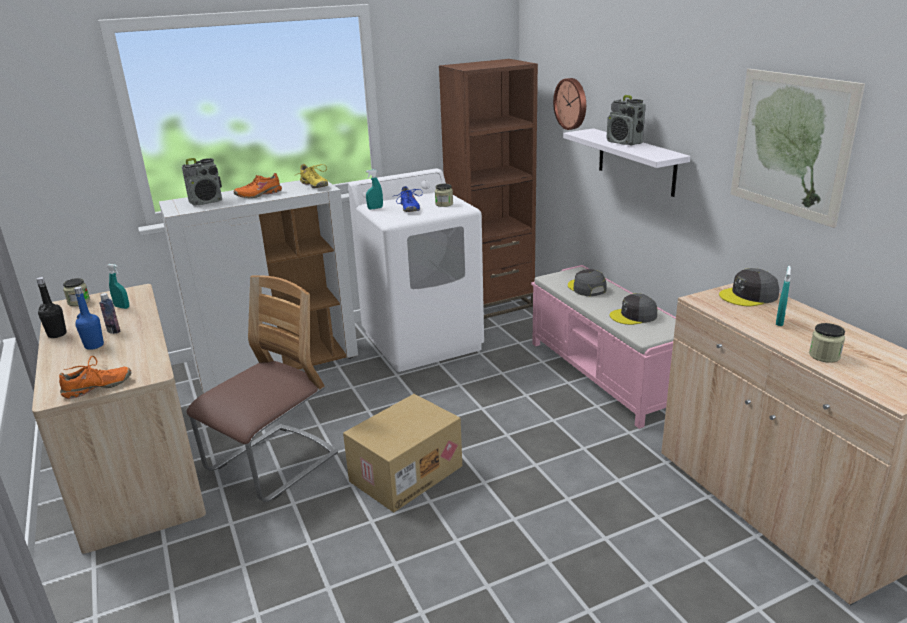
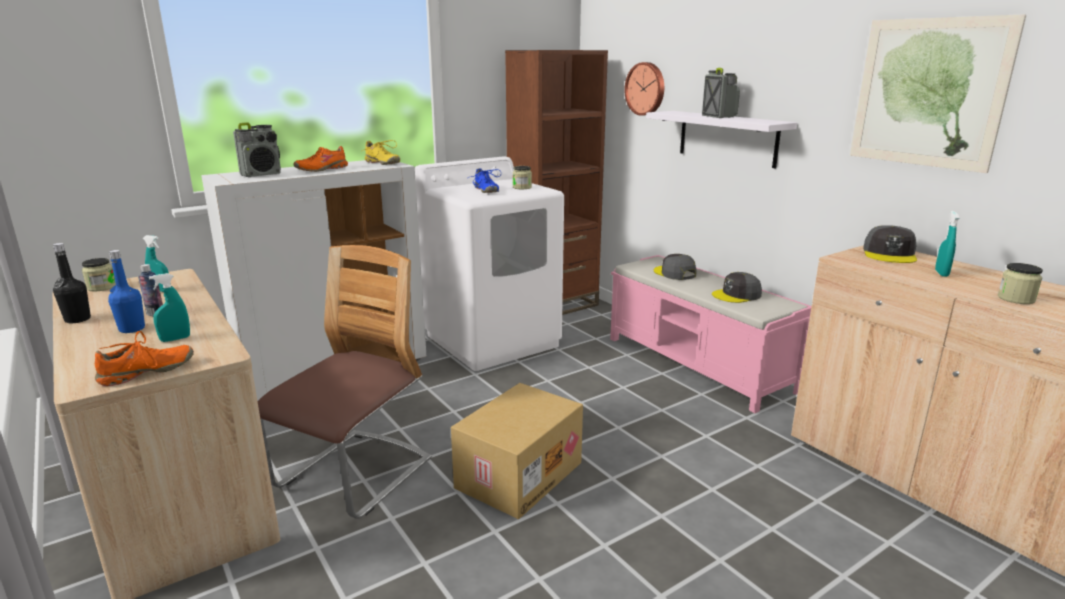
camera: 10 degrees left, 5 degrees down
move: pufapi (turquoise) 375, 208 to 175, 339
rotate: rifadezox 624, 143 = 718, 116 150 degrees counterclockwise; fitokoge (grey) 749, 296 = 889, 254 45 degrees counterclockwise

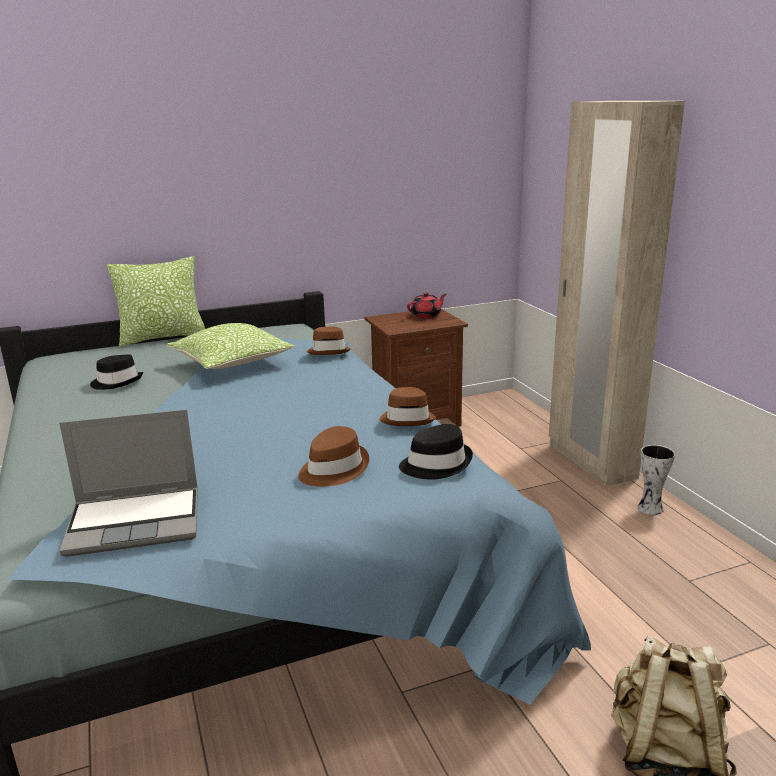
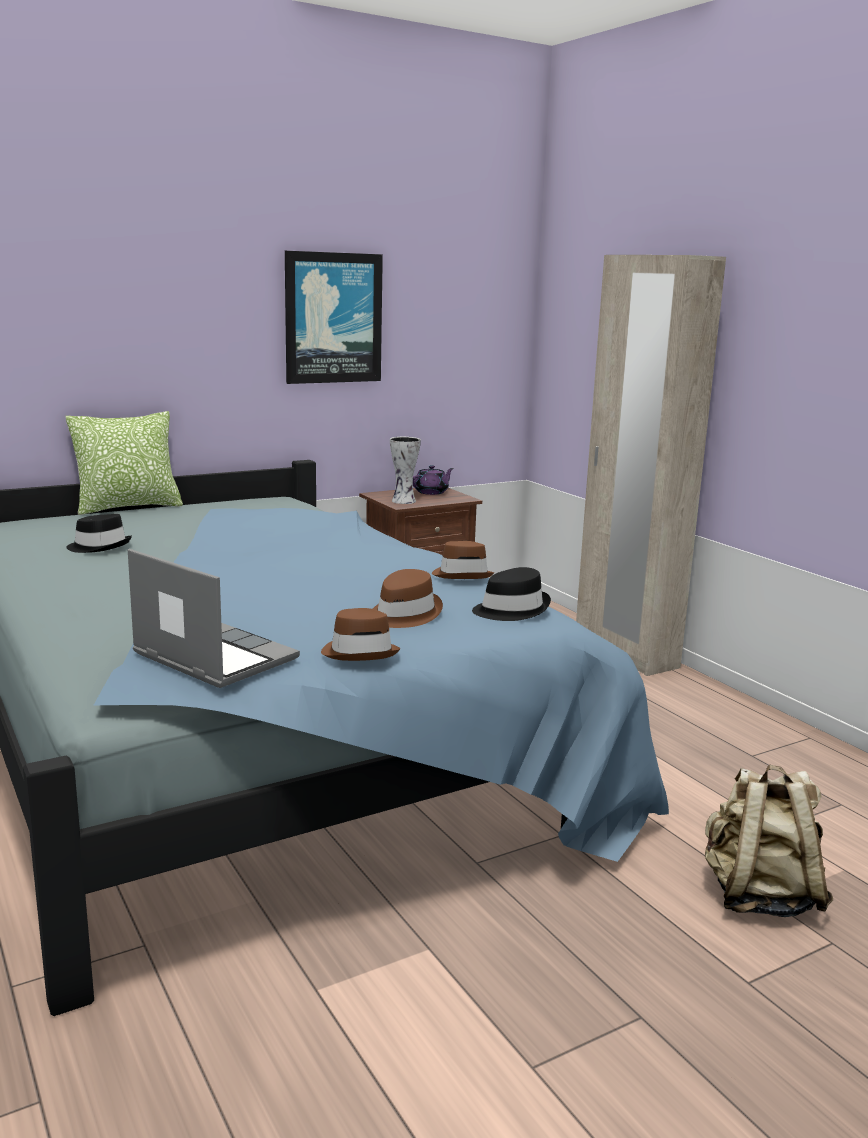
camera: 10 degrees left, 5 degrees down
delete: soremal 232, 362
insert: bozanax 333, 318
move: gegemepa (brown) 329, 351 to 360, 652; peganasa 651, 509 to 404, 501
recolor: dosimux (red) 426, 315 to dosimux (purple) 431, 492
rotate: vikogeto 137, 522 = 212, 657 120 degrees counterclockwise

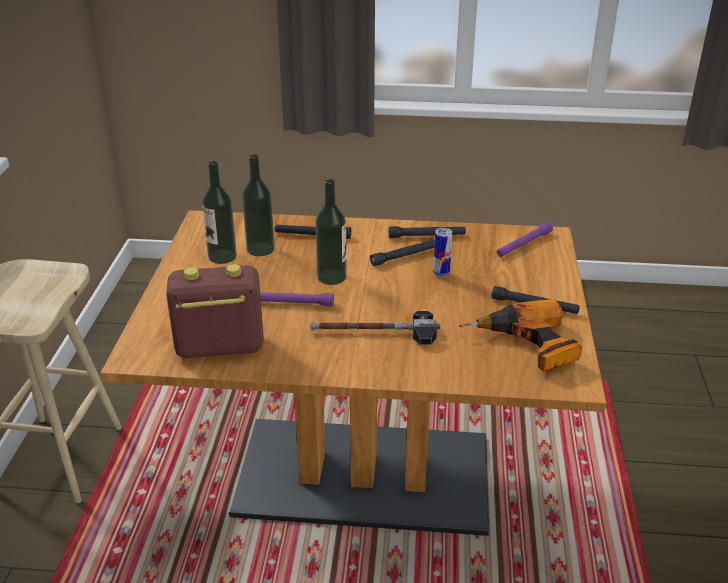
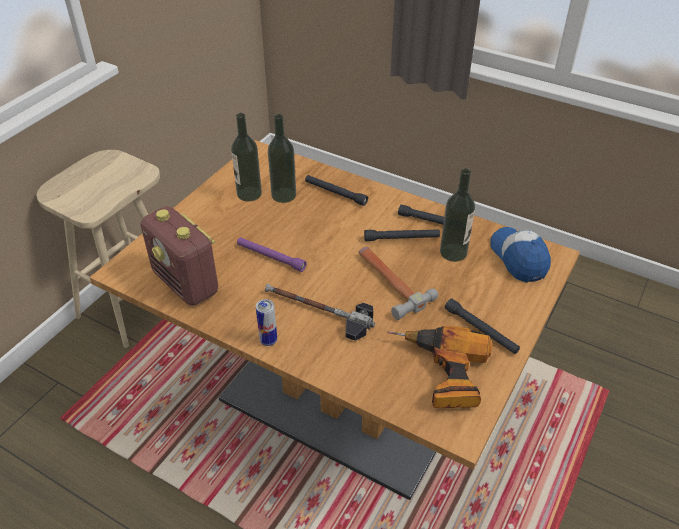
camera: 25 degrees right, 10 degrees up
insert: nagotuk 389, 282
move: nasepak 331, 277 to 453, 252; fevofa 441, 273 to 268, 340
replace: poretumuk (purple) 523, 244 to fitokoge 518, 258
rotate: rifadezox 219, 348 = 186, 283 150 degrees counterclockwise

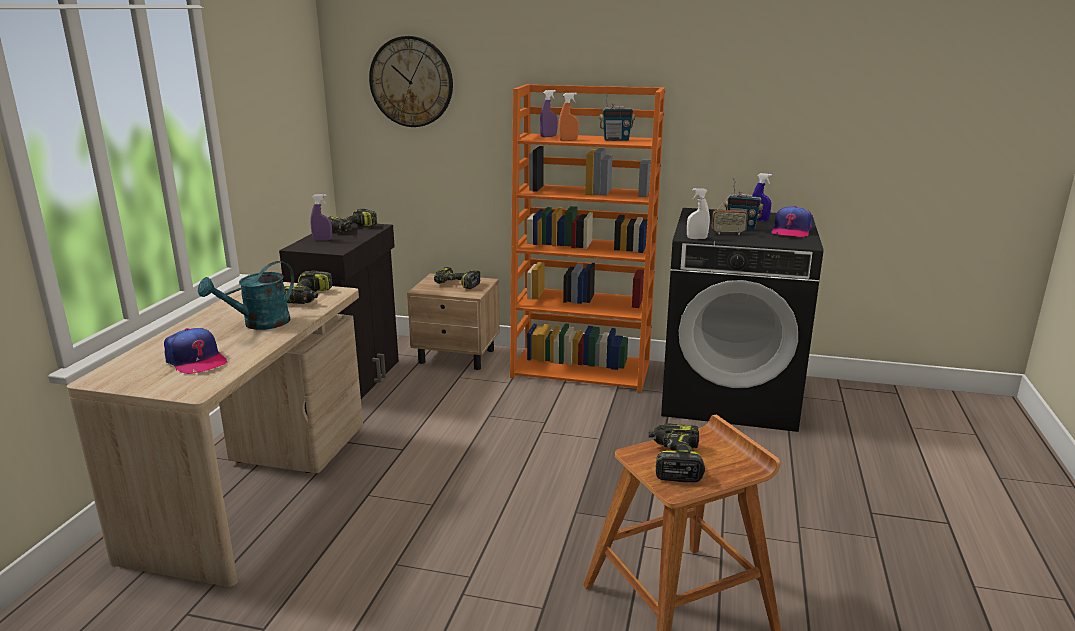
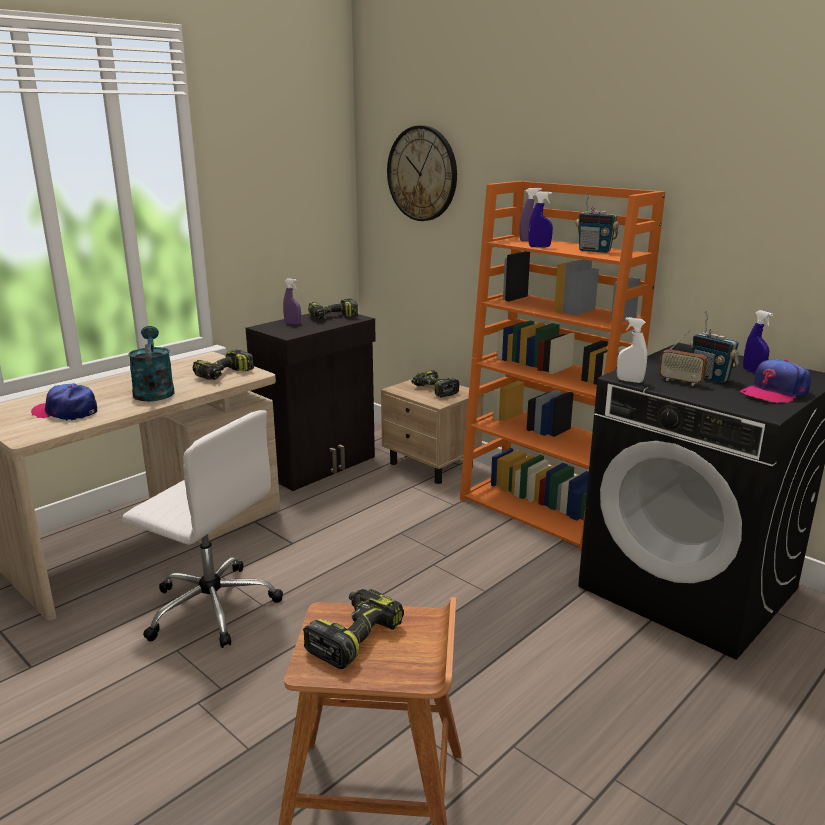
camera: 30 degrees right, 0 degrees up
insert: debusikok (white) 211, 606
recolor: pufapi (orange) 568, 140 to pufapi (blue) 539, 247
rotate: fitokoge 196, 360 = 66, 411 120 degrees clockwise; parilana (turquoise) 259, 324 = 153, 391 90 degrees clockwise

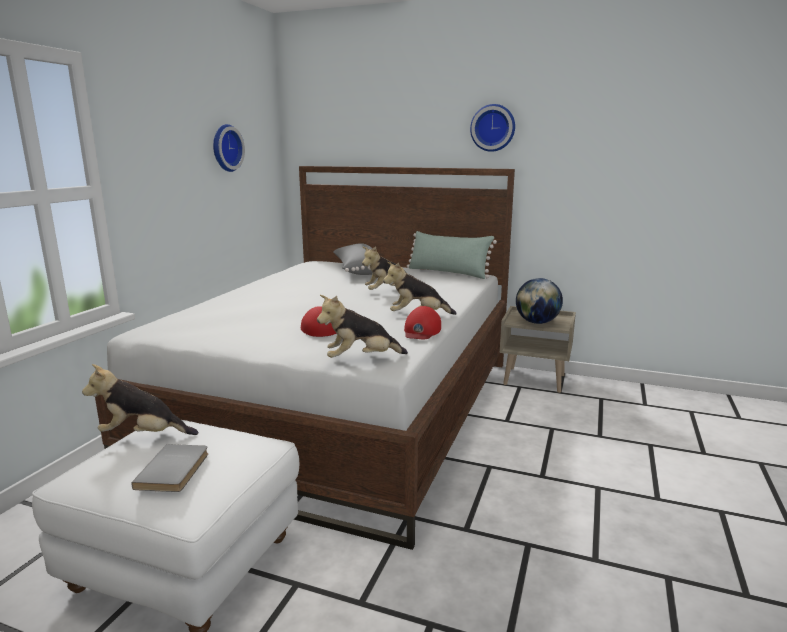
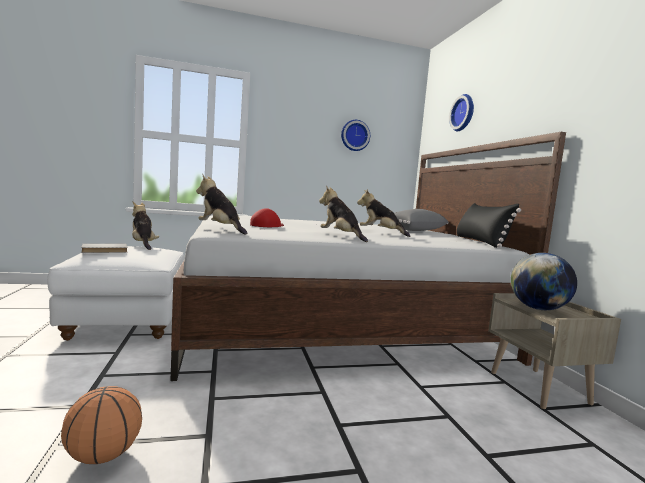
camera: 55 degrees right, 10 degrees down
delete: fitokoge (red) 421, 331
insert: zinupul 103, 455
move: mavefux 493, 128 to 464, 113
recolor: soremal (green) 448, 272 to soremal (black) 480, 242

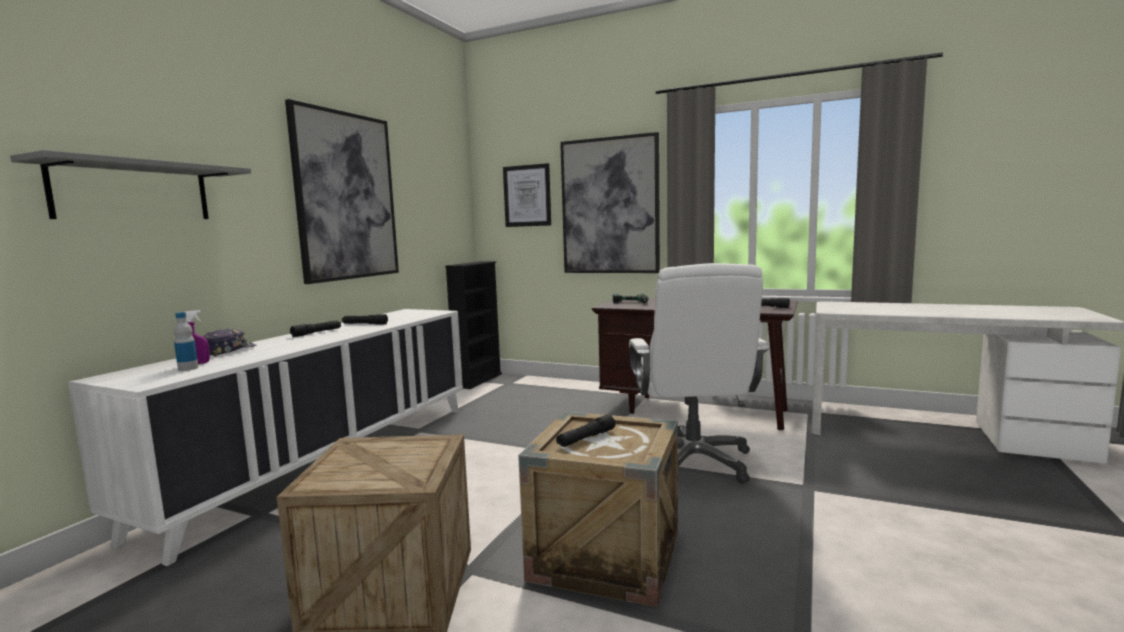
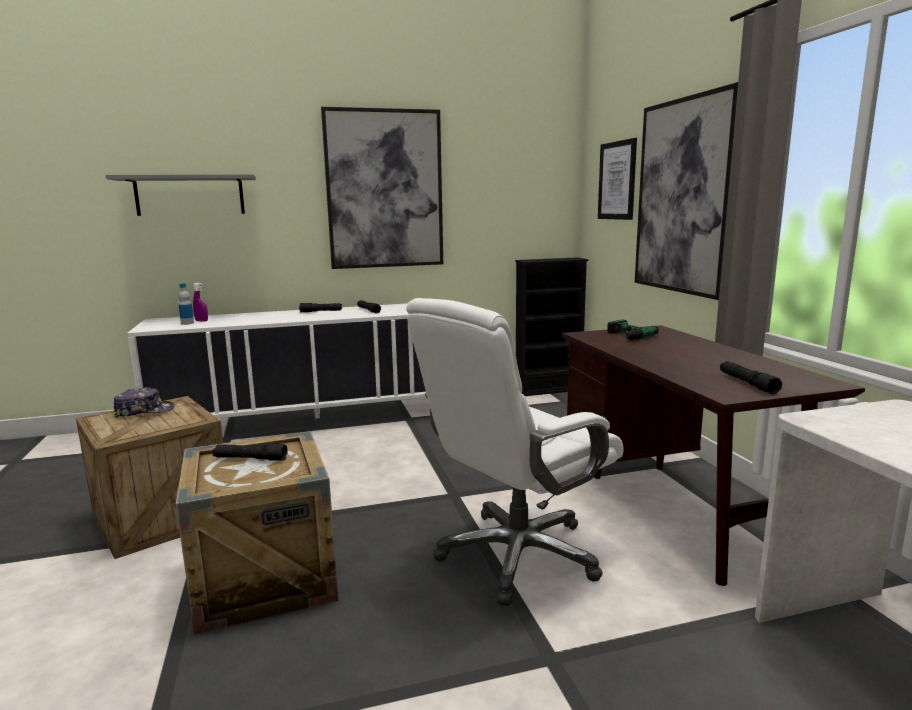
camera: 50 degrees right, 5 degrees up
move: fitokoge 228, 351 to 144, 411

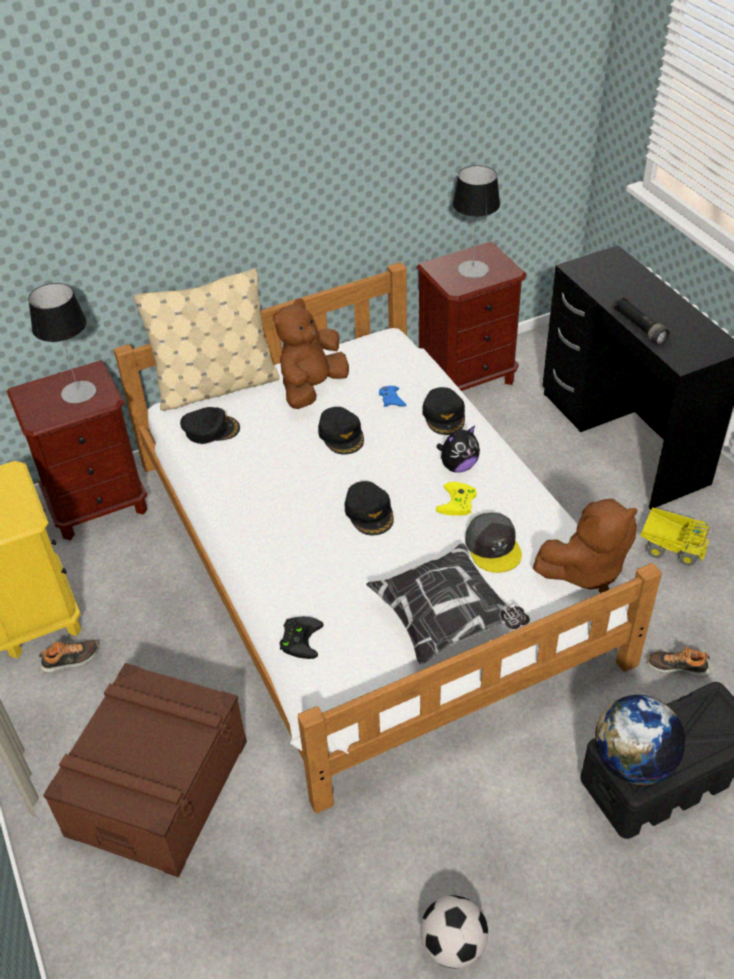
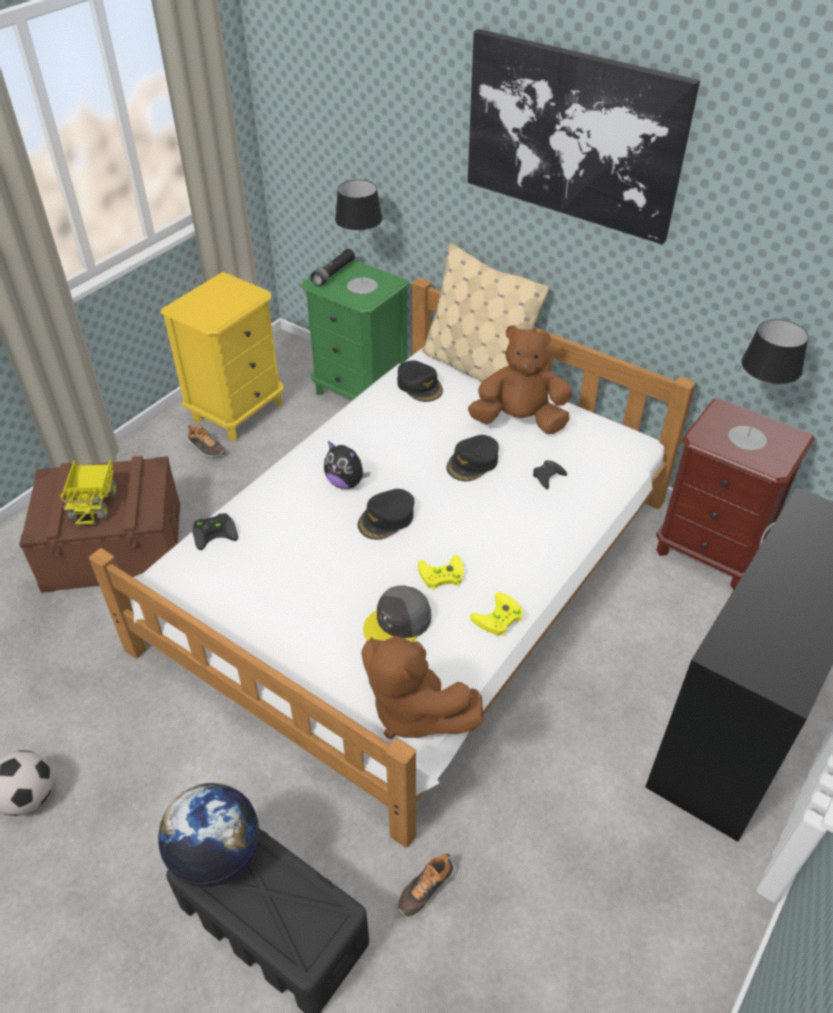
camera: 60 degrees right, 0 degrees up
delete: soremal 446, 620; fitokoge (black) 444, 415
insert: bozanax 573, 135; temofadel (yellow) 498, 619
move: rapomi 458, 466 to 346, 482; poretumuk (black) 640, 328 to 334, 274; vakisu 670, 547 to 94, 502
recolor: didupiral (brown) 98, 506 to didupiral (green) 360, 392; temofadel (blue) 391, 399 to temofadel (black) 548, 476
rotate: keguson 677, 666 = 425, 888 120 degrees counterclockwise

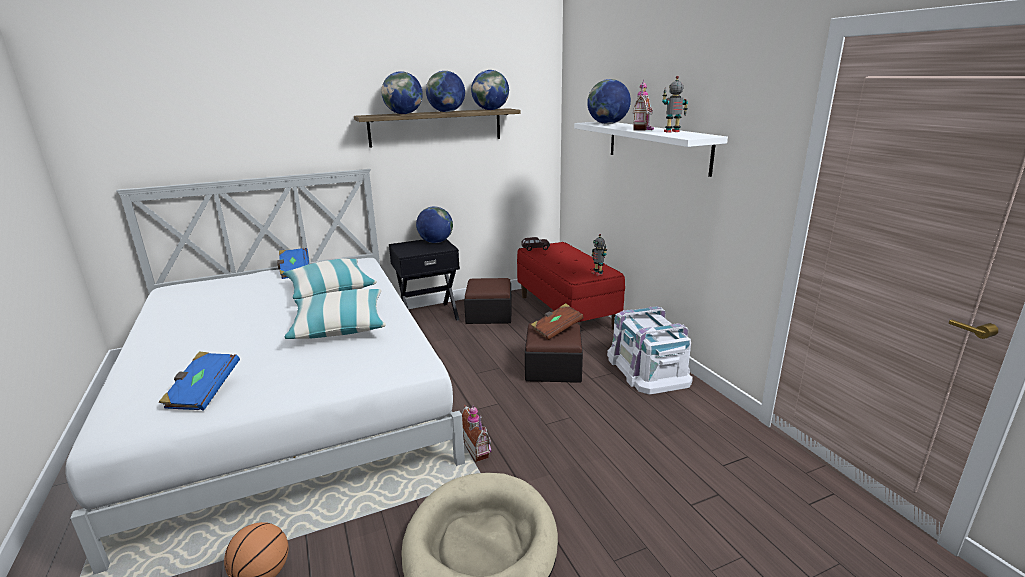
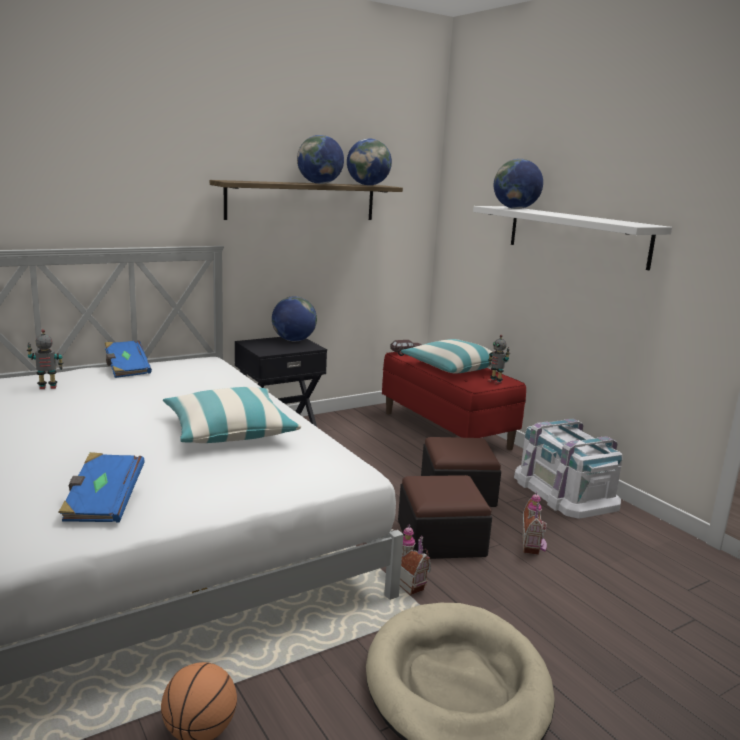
camera: 10 degrees left, 5 degrees down
delete: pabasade 404, 114; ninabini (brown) 556, 330
move: soremal 330, 289 to 453, 367; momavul 489, 314 to 441, 538; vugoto 643, 129 to 533, 545; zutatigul 672, 132 to 48, 387

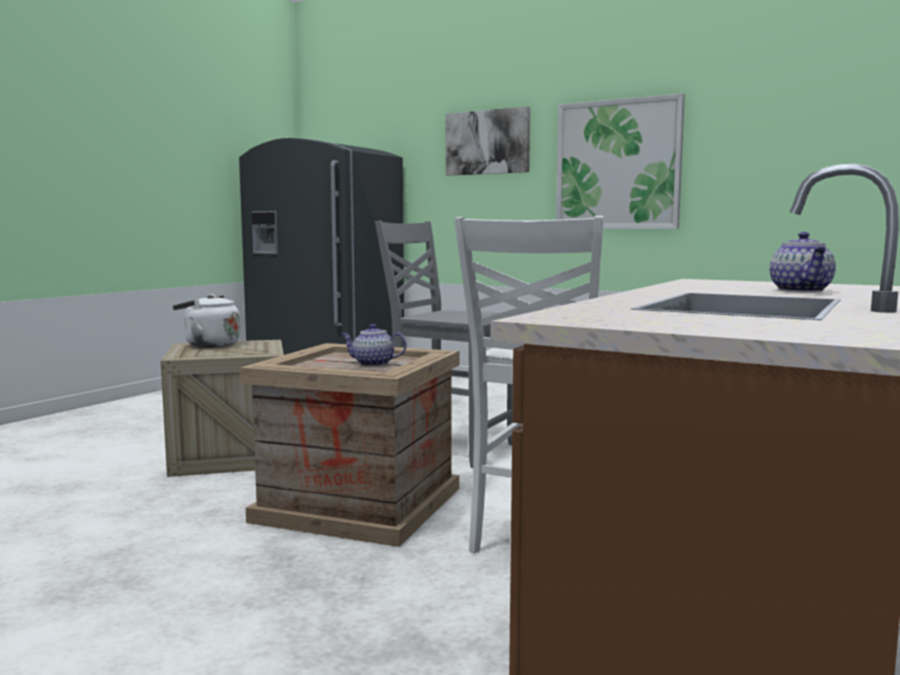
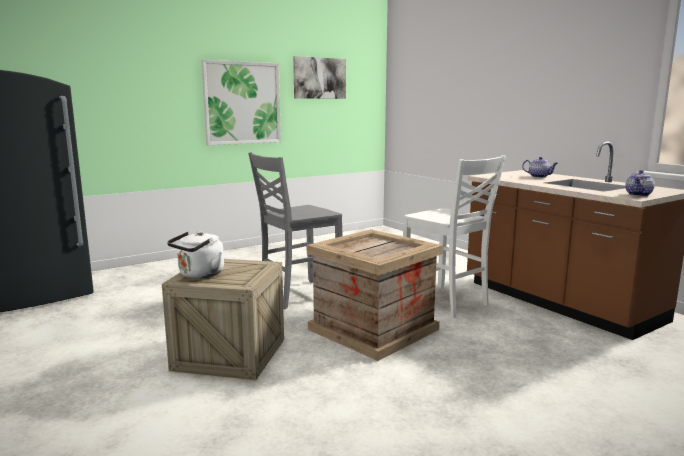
camera: 65 degrees left, 5 degrees up
move: dosimux 372, 364 to 638, 195; bozanax 487, 142 to 319, 78

